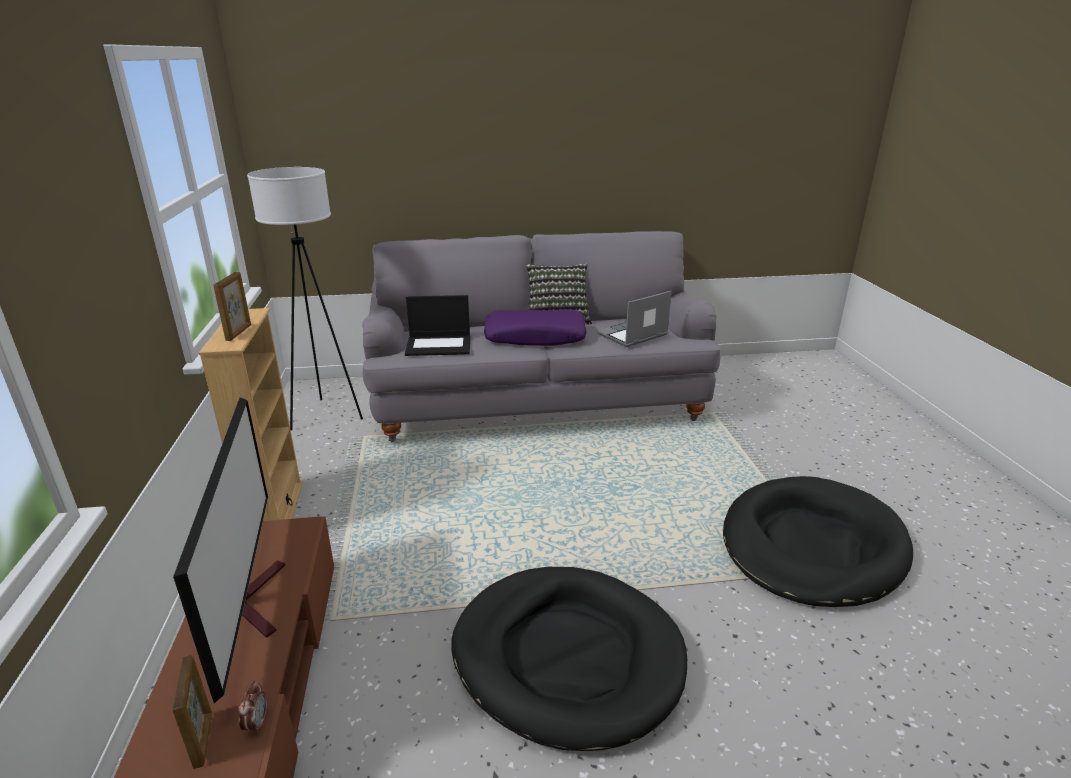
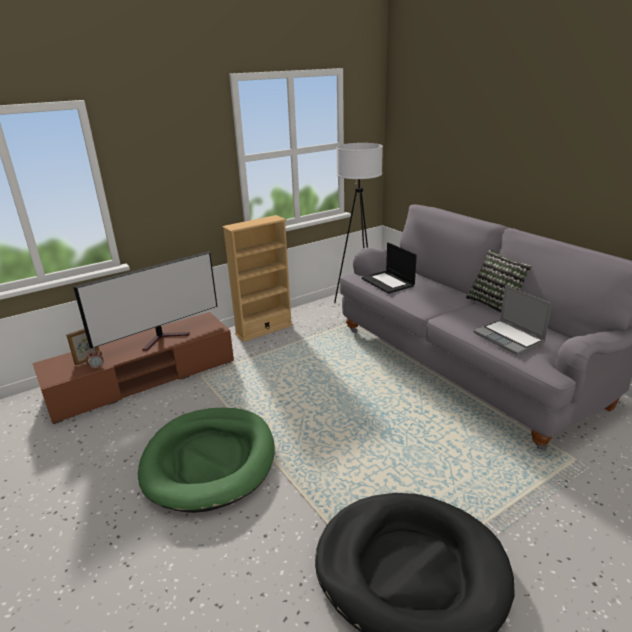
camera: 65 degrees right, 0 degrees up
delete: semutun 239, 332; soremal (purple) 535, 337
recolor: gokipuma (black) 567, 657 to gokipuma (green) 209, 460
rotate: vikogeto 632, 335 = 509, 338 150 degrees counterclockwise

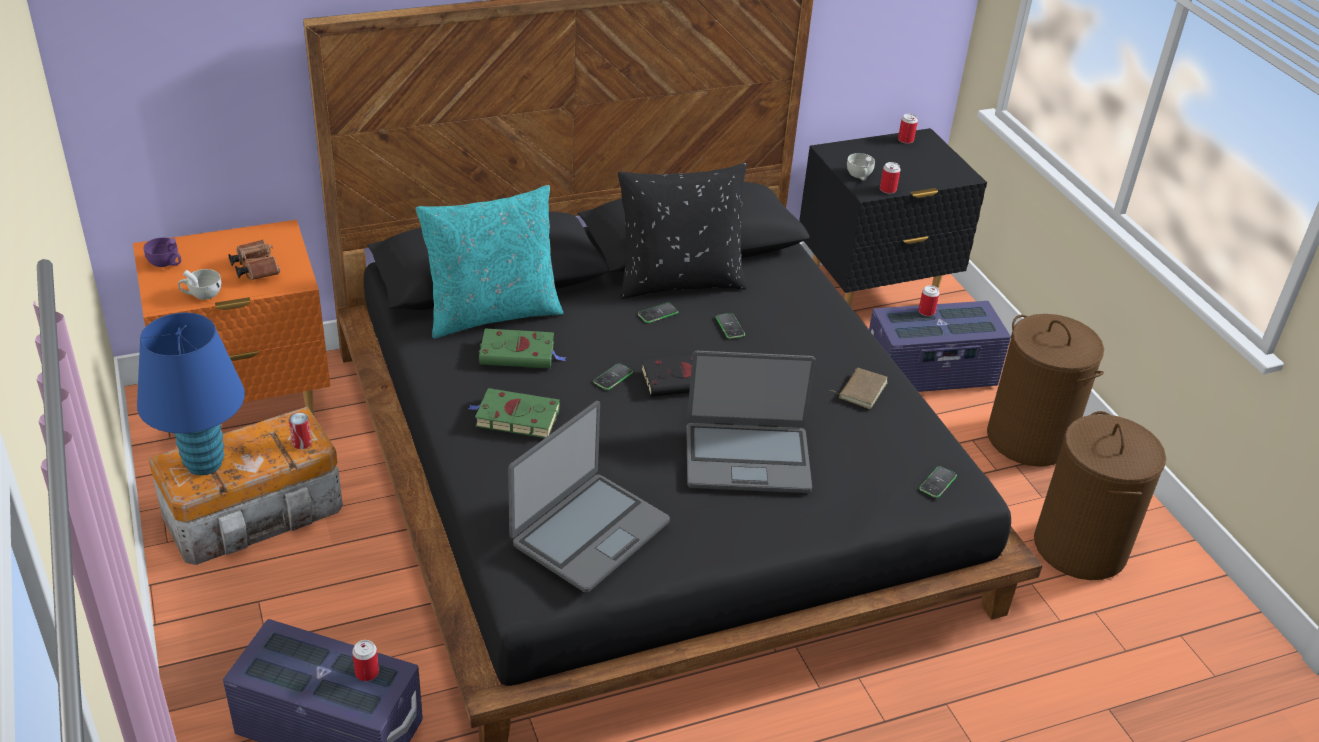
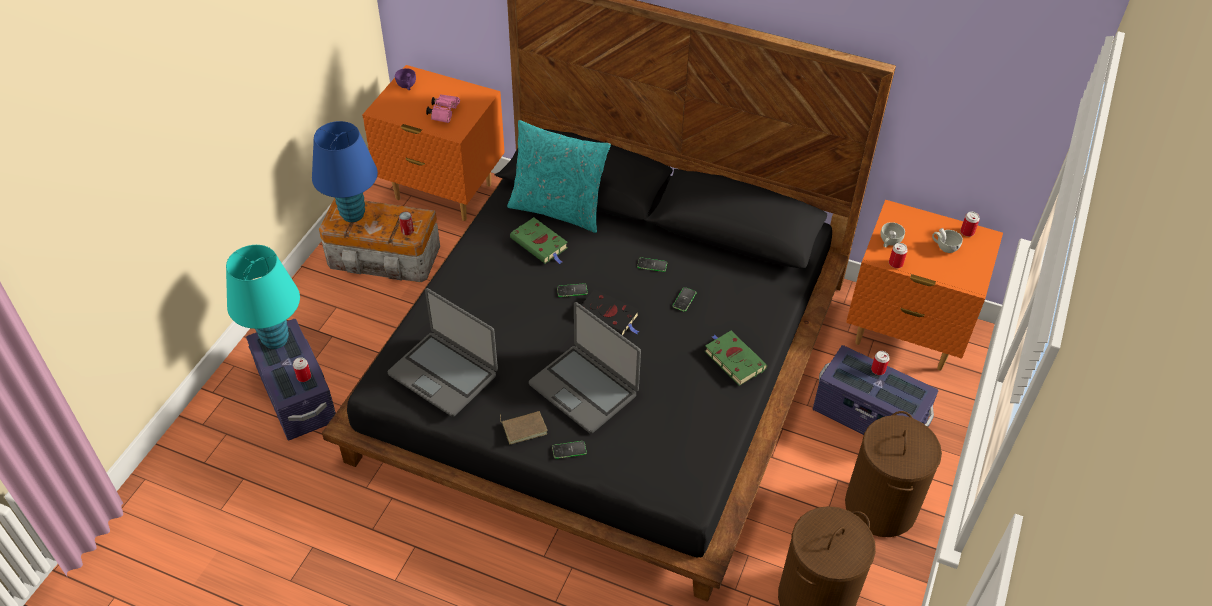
camera: 45 degrees right, 10 degrees up
delete: soremal (black) 679, 281
insert: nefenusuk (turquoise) 275, 340
move: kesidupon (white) 202, 294 to 944, 246; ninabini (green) 515, 417 to 733, 359; ninabini (brown) 861, 390 to 524, 427; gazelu 937, 482 to 569, 450
recolor: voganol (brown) 255, 268 to voganol (pink) 444, 113; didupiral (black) 873, 293 to didupiral (orange) 905, 335
rotate: vikogeto 589, 532 = 444, 374 45 degrees clockwise

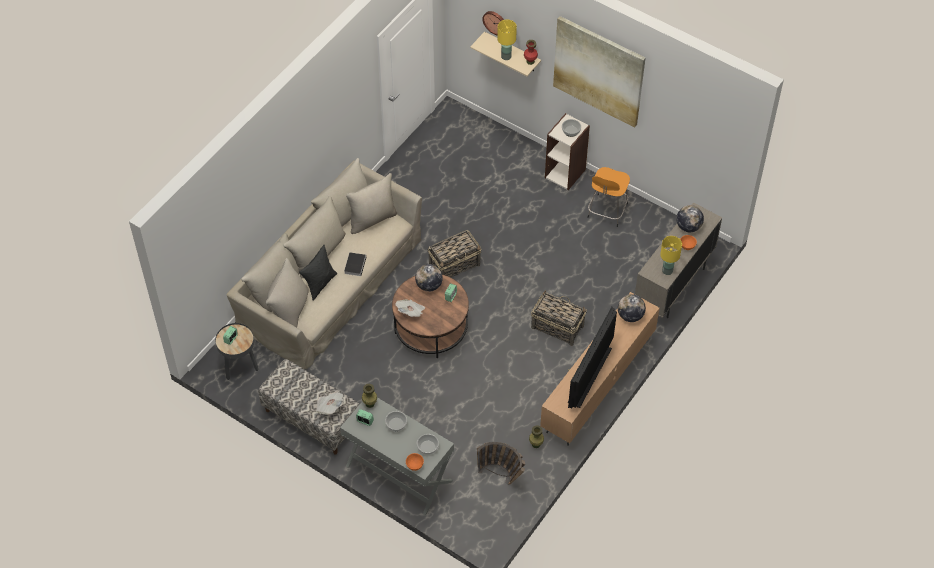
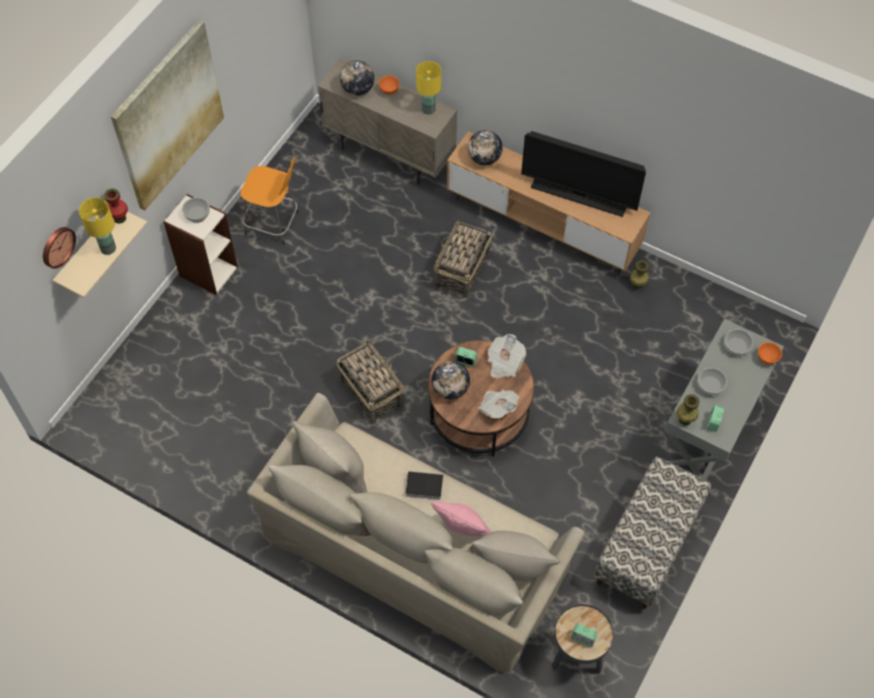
camera: 95 degrees left, 5 degrees up
delete: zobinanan 502, 477
move: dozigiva 329, 407 to 504, 362
recolor: soremal (black) 320, 284 to soremal (pink) 462, 530

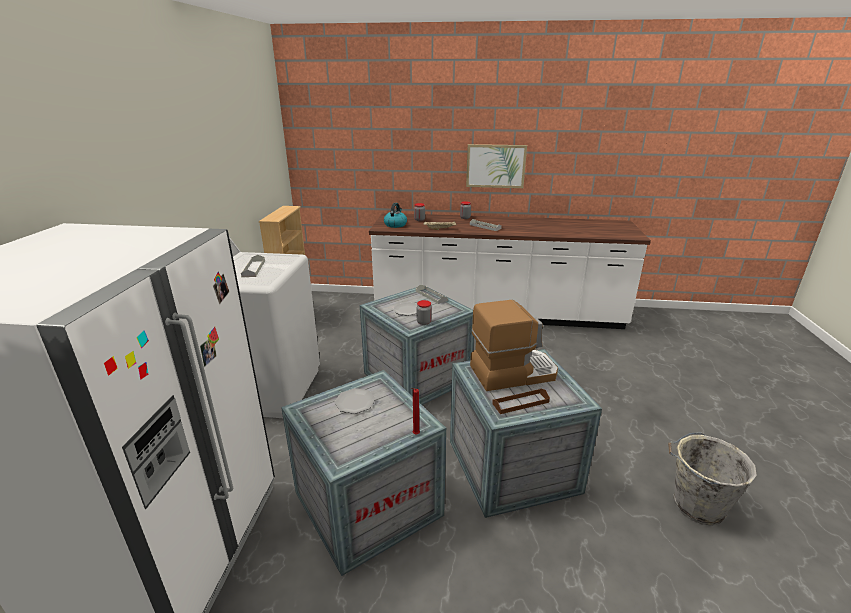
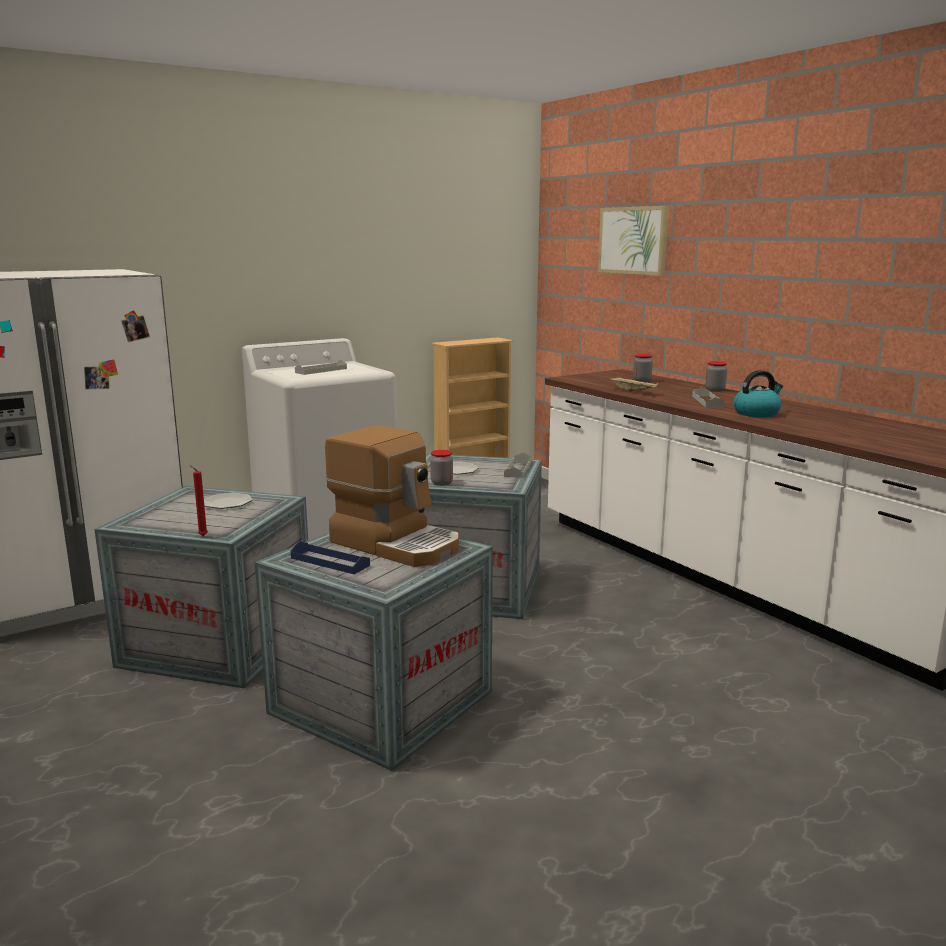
camera: 50 degrees right, 10 degrees down
delete: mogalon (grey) 695, 505
move: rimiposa 395, 224 to 756, 413; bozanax 495, 166 to 633, 240
recolor: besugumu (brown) 520, 403 to besugumu (blue) 330, 562

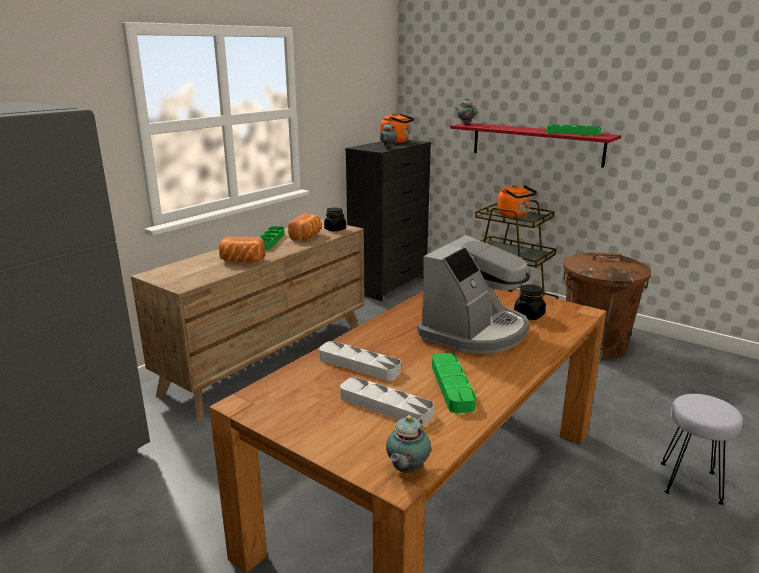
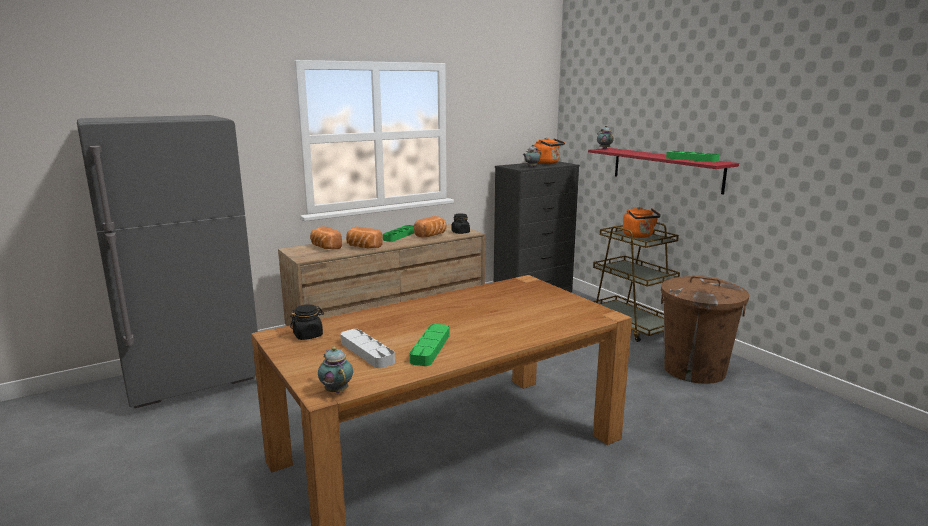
camera: 20 degrees right, 5 degrees down
delete: besugumu (grey) 359, 365; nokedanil 475, 332; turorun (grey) 690, 483
insert: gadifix 324, 247
move: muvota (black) 529, 315 to 308, 335
rotate: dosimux 406, 470 = 336, 390 105 degrees clockwise

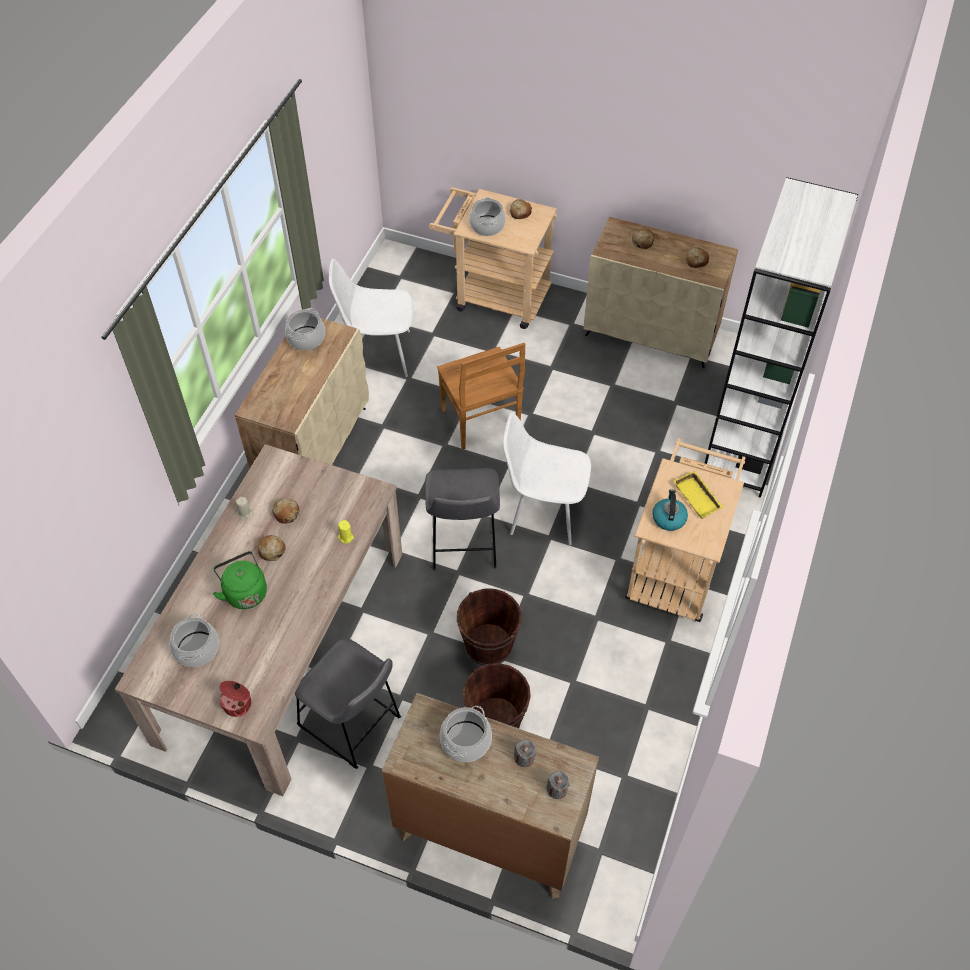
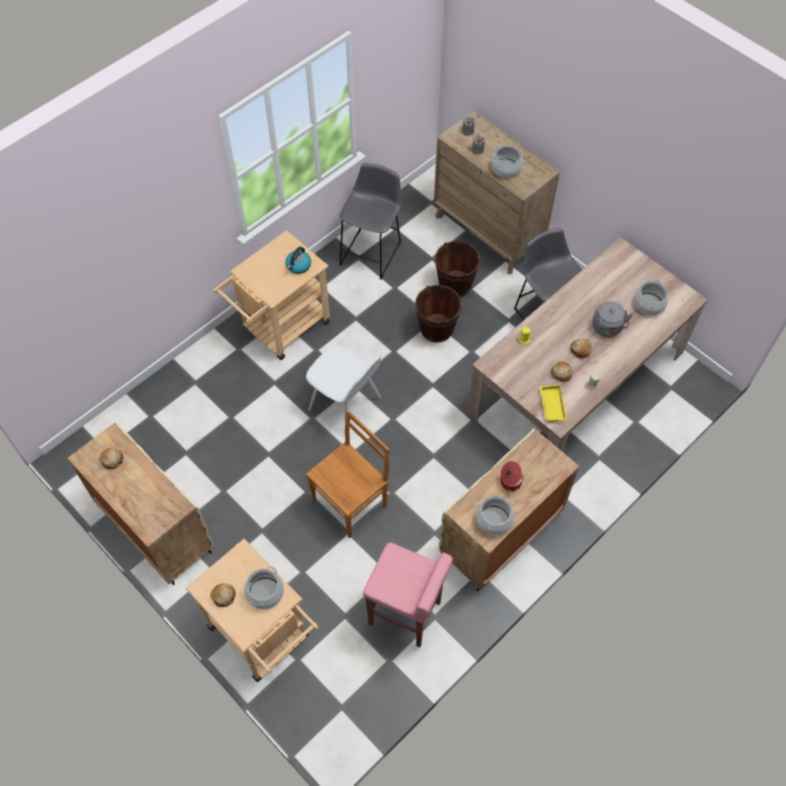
camera: 155 degrees left, 5 degrees up
delete: gadifix 642, 241; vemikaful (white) 745, 444
move: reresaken 238, 704 to 510, 482; turorun (grey) 463, 544 to 372, 251; besugumu (yellow) 698, 497 to 551, 405
replace: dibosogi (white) 378, 353 to turorun (pink) 405, 614
recolor: rimiposa (green) 244, 591 to rimiposa (grey) 607, 328
rotate: dibosogi (brown) 481, 422 = 351, 501 45 degrees clockwise

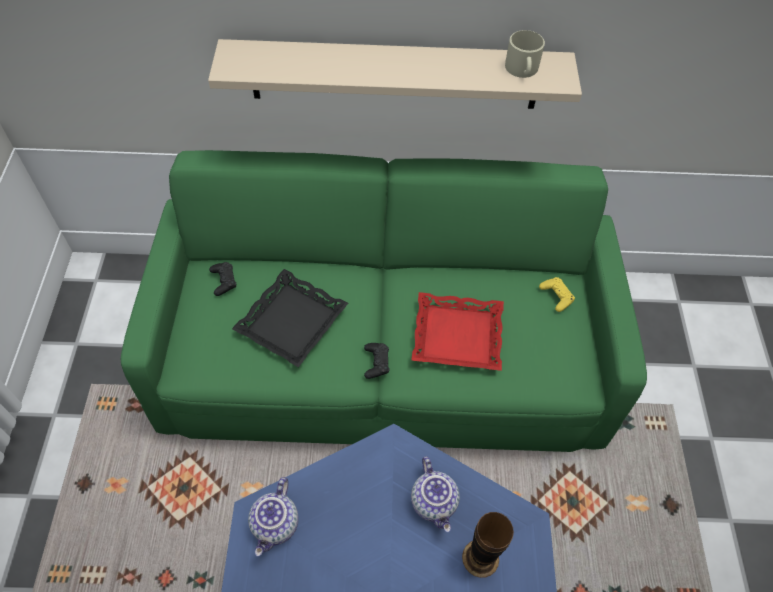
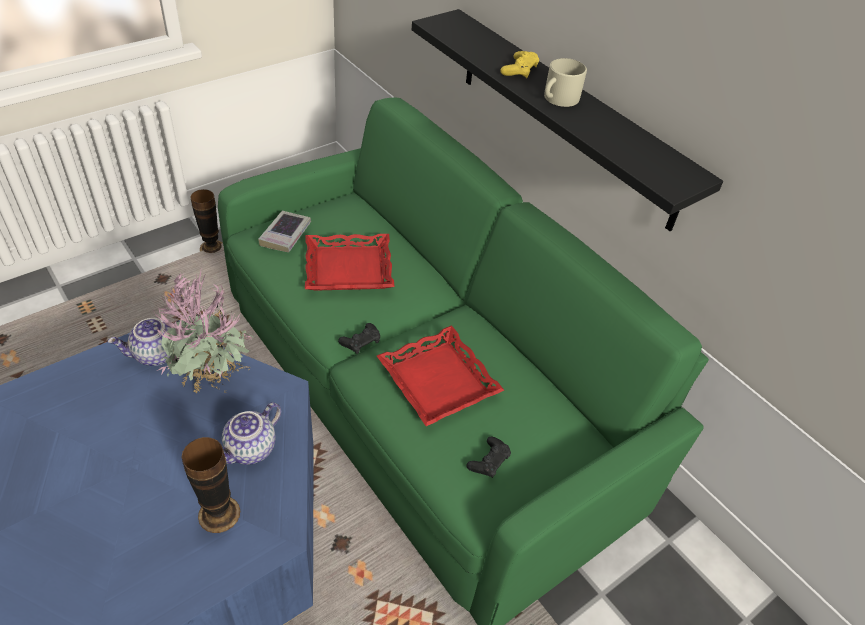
camera: 50 degrees right, 10 degrees down
insert: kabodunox 215, 388; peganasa 212, 247; ninabini 285, 235
move: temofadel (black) 223, 281 to 489, 461; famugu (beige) 522, 69 to 558, 98; temofadel (yellow) 556, 296 to 519, 70
recolor: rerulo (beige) 395, 74 to rerulo (black) 566, 116; besugumu (black) 292, 322 to besugumu (red) 348, 269

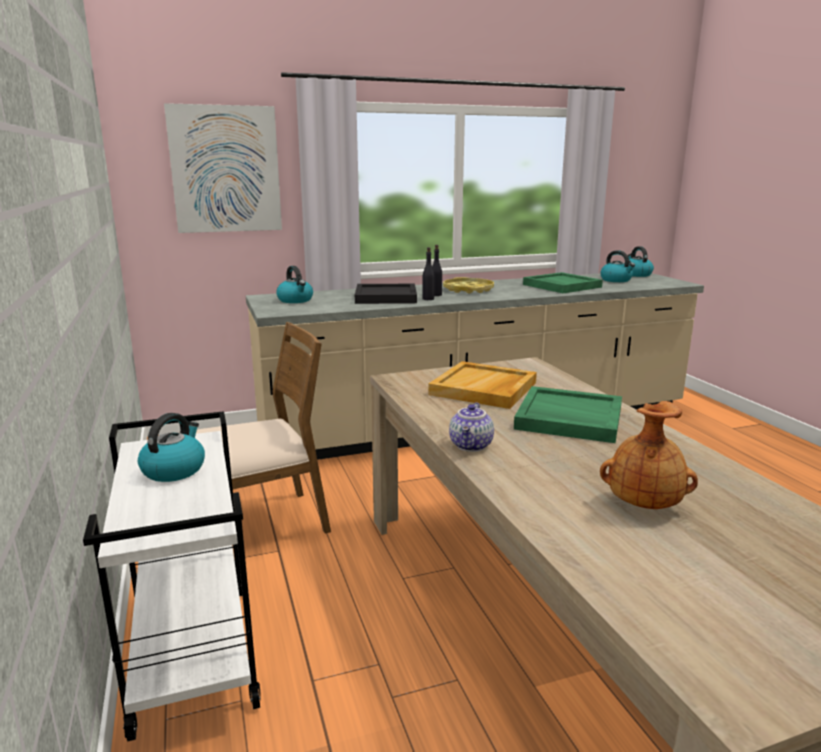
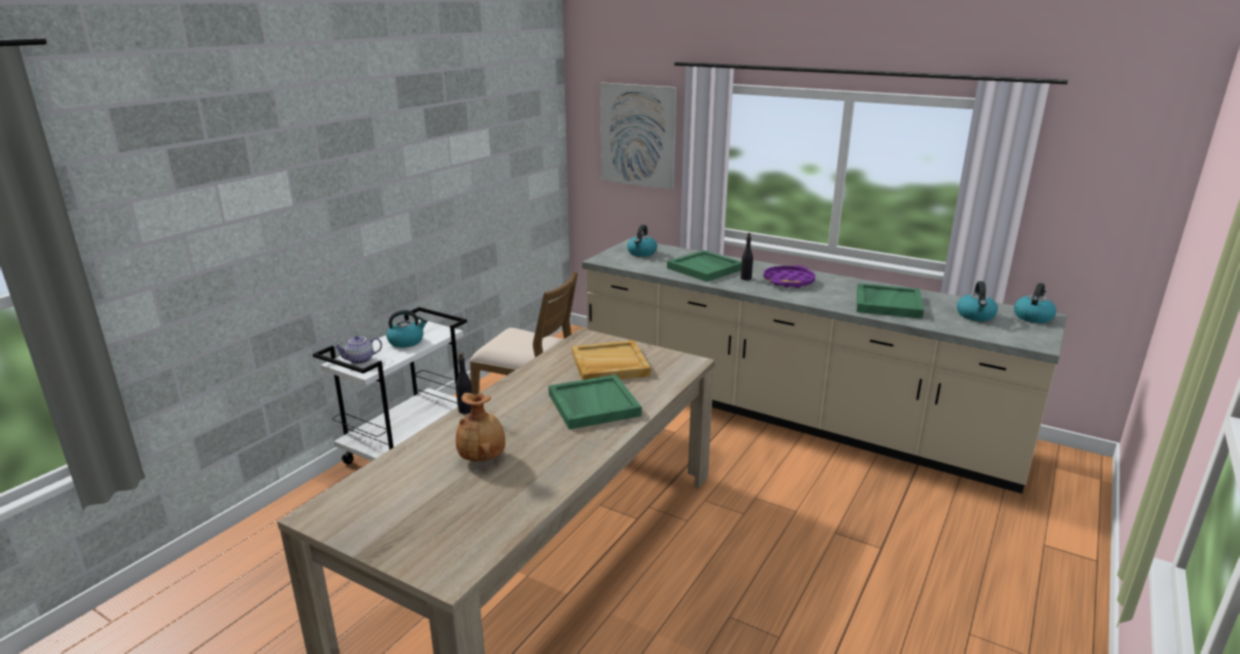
camera: 50 degrees right, 5 degrees up
move: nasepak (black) 428, 299 to 466, 410; dosimux 472, 446 to 360, 360
recolor: besugumu (black) 386, 297 to besugumu (green) 705, 269; besugumu (yellow) 468, 290 to besugumu (purple) 788, 281

